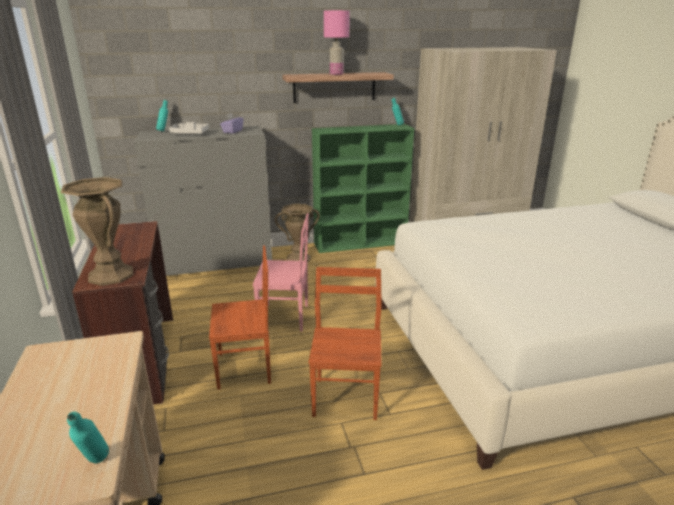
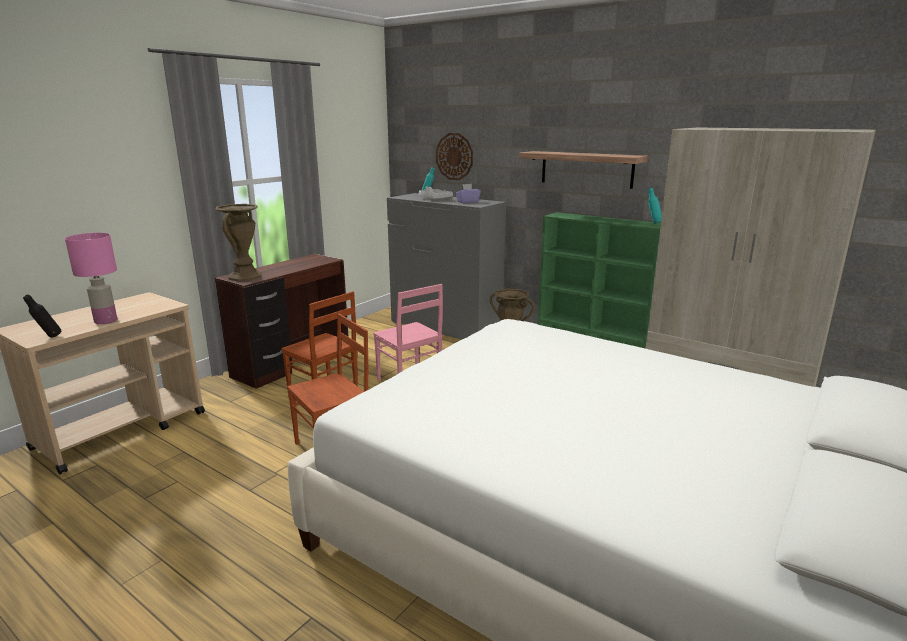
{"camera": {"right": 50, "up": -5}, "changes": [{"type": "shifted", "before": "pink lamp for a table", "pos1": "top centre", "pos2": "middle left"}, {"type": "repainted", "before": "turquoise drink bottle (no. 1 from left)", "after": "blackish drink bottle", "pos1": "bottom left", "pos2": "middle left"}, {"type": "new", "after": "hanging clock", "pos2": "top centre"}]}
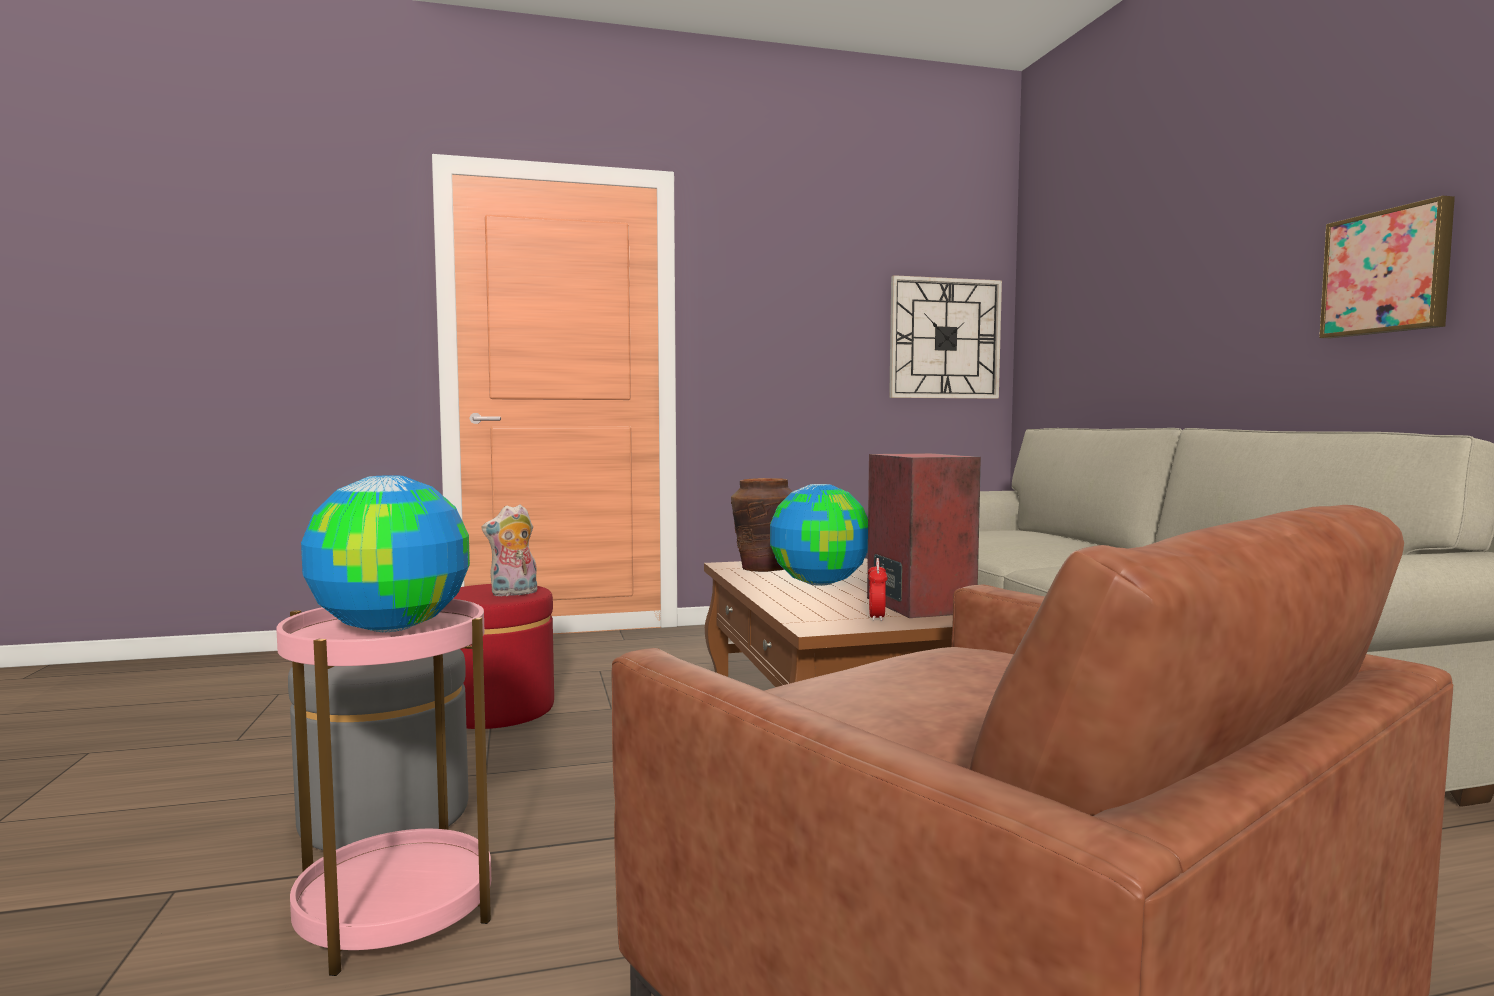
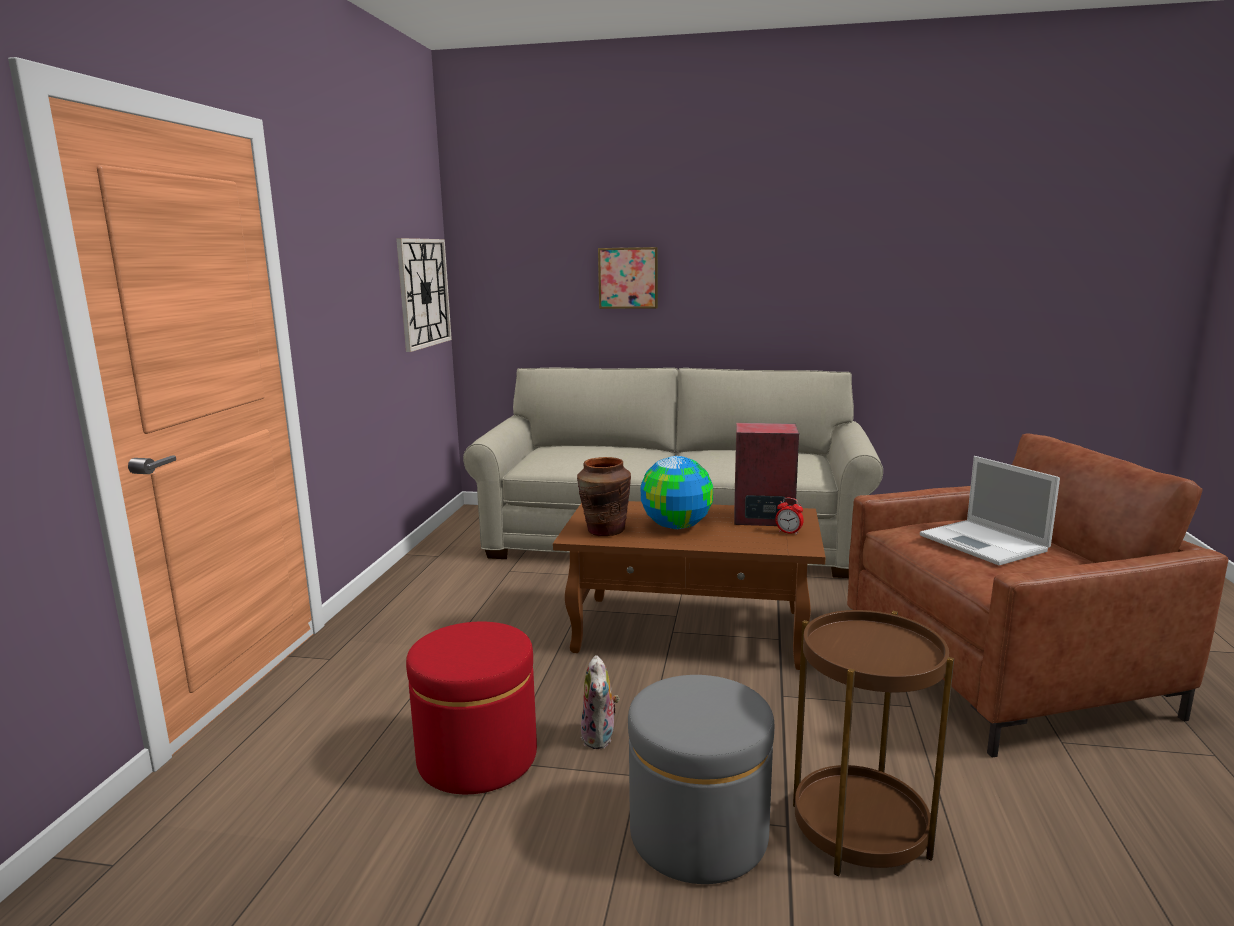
{"camera": {"right": -65, "up": 10}, "changes": [{"type": "shifted", "before": "wall picture", "pos1": "top right", "pos2": "top centre"}, {"type": "gone", "before": "desk globe (no. 1 from left)", "pos1": "middle left"}, {"type": "shifted", "before": "cuddly toy", "pos1": "centre", "pos2": "bottom centre"}, {"type": "repainted", "before": "pink accent table", "after": "brown accent table", "pos1": "bottom left", "pos2": "bottom right"}, {"type": "new", "after": "laptop", "pos2": "middle right"}]}
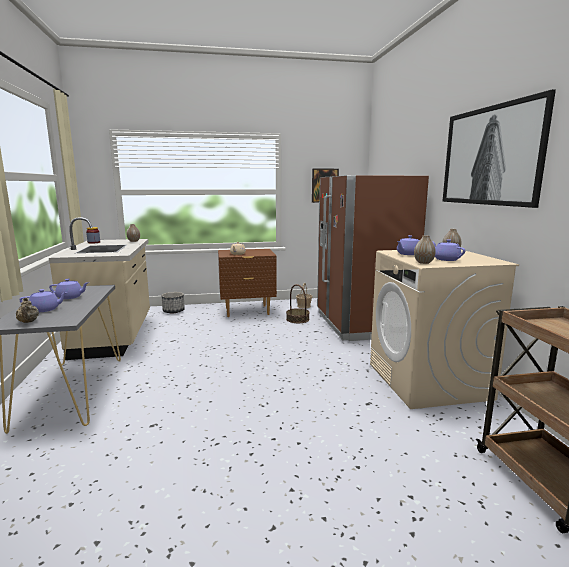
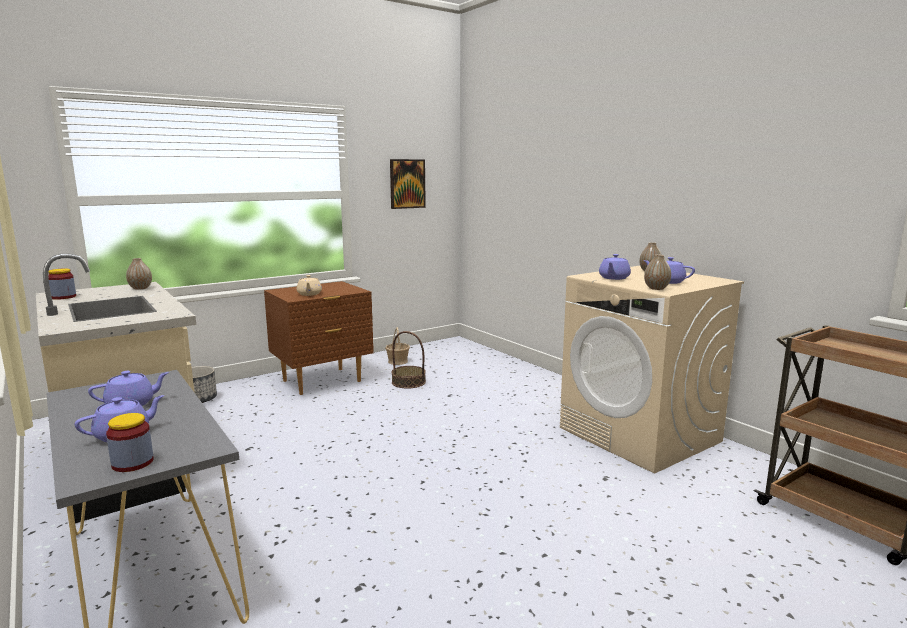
{"camera": {"right": -25, "up": 0}, "changes": [{"type": "gone", "before": "wall picture (no. 2 from left)", "pos1": "top right"}, {"type": "gone", "before": "brown refrigerator", "pos1": "centre"}, {"type": "swapped", "before": "beige pot for tea (no. 1 from left)", "after": "storage jar (no. 2 from left)", "pos1": "middle left", "pos2": "bottom left"}]}
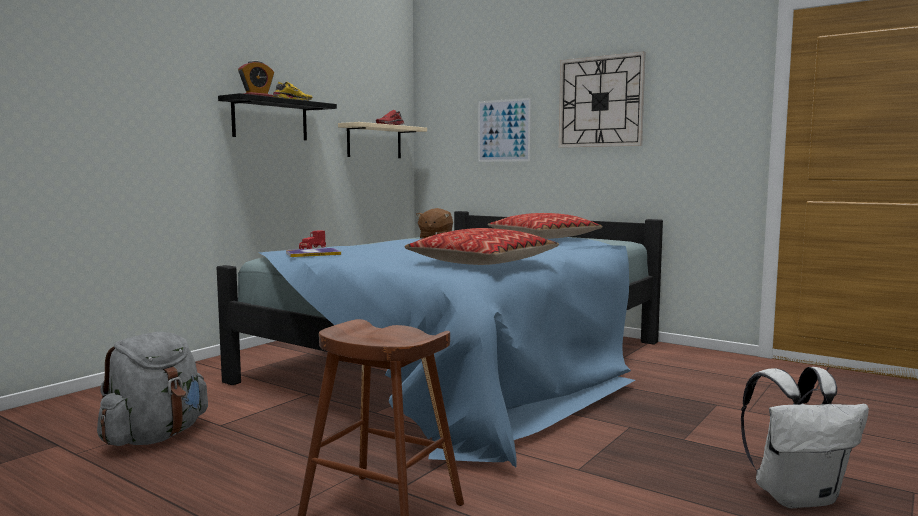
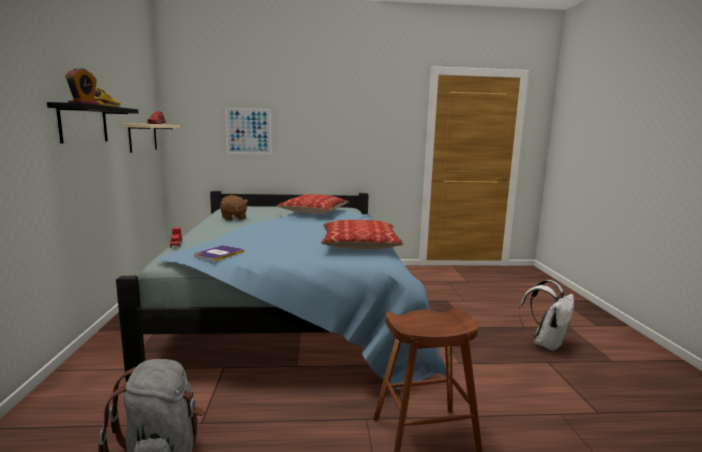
{"camera": {"right": -40, "up": 5}, "changes": [{"type": "gone", "before": "hanging clock", "pos1": "top centre"}]}
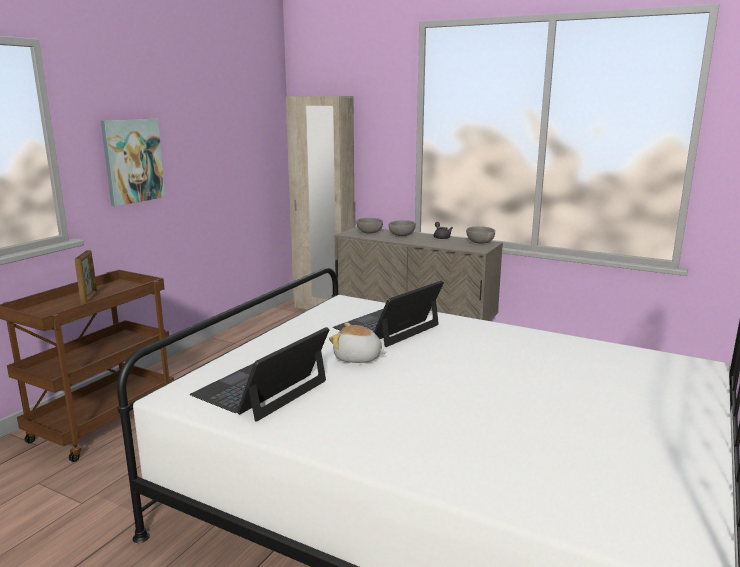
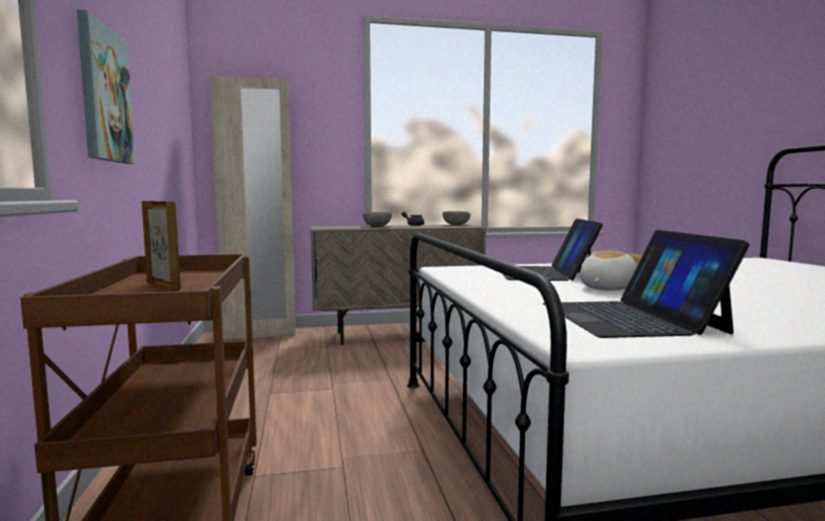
{"camera": {"right": -40, "up": -10}, "changes": [{"type": "gone", "before": "greyish bowl (no. 1 from left)", "pos1": "centre"}, {"type": "rotated", "before": "cuddly toy", "pos1": "centre", "pos2": "middle right", "turn": 150}]}
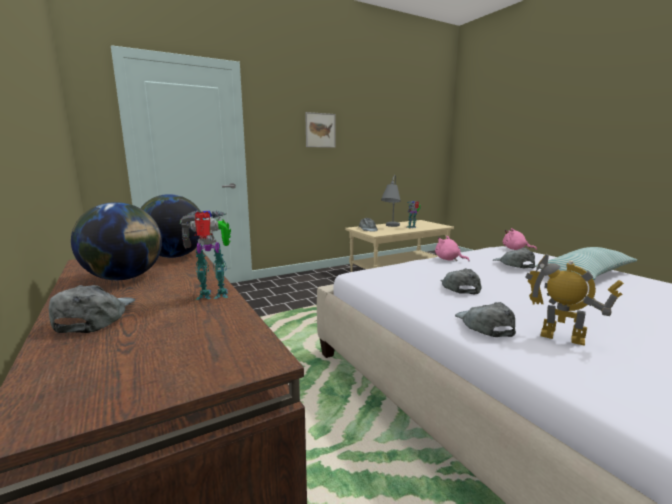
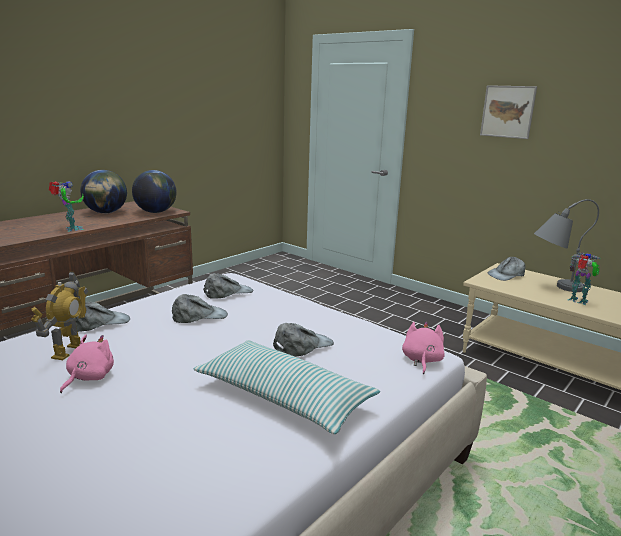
{"camera": {"right": 70, "up": 5}, "changes": [{"type": "shifted", "before": "pink cuddly toy (no. 1 from left)", "pos1": "middle right", "pos2": "bottom left"}, {"type": "shifted", "before": "greyish cap (no. 1 from left in the first image)", "after": "greyish cap (no. 3 from left)", "pos1": "middle left", "pos2": "centre"}]}
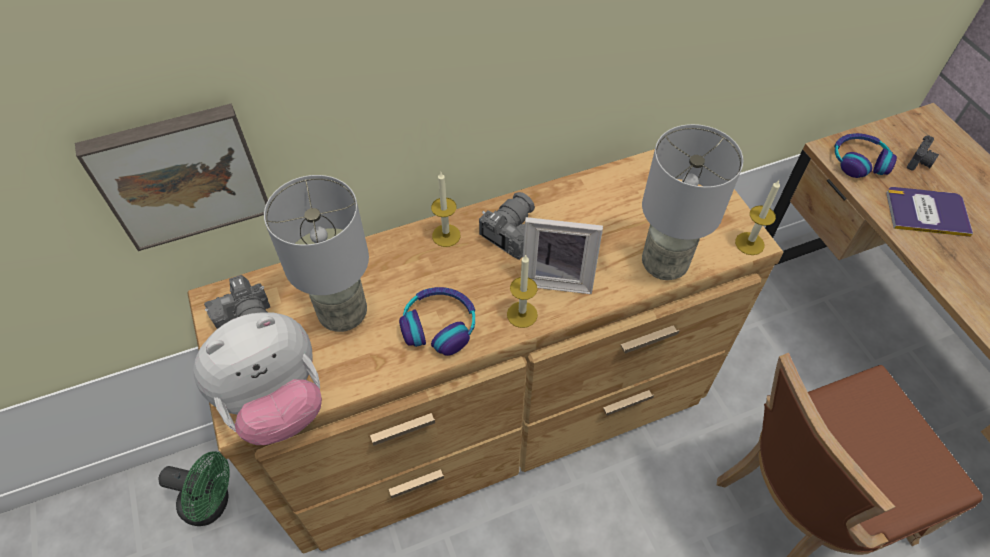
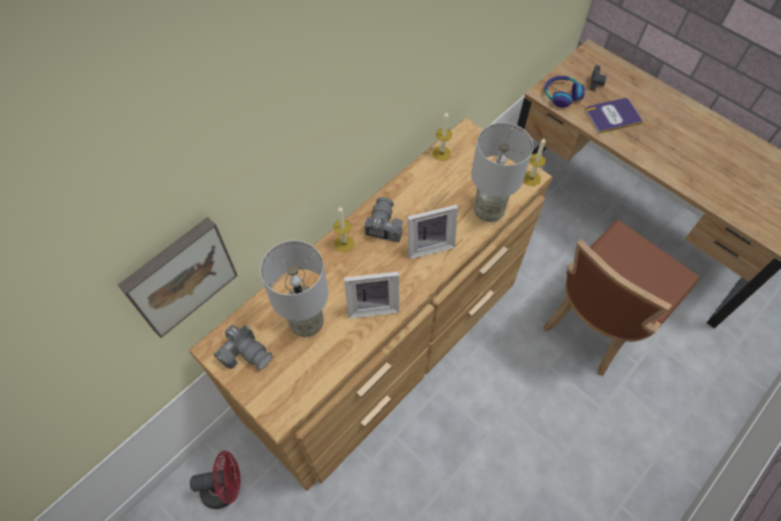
{"camera": {"right": -25, "up": 5}, "changes": [{"type": "shifted", "before": "candle (no. 2 from left)", "pos1": "centre", "pos2": "top centre"}, {"type": "swapped", "before": "headphones (no. 1 from left)", "after": "photo frame (no. 1 from left)", "pos1": "centre", "pos2": "centre"}, {"type": "gone", "before": "cuddly toy", "pos1": "bottom left"}, {"type": "repainted", "before": "green-coloured electric fan", "after": "red electric fan", "pos1": "bottom left", "pos2": "bottom left"}]}
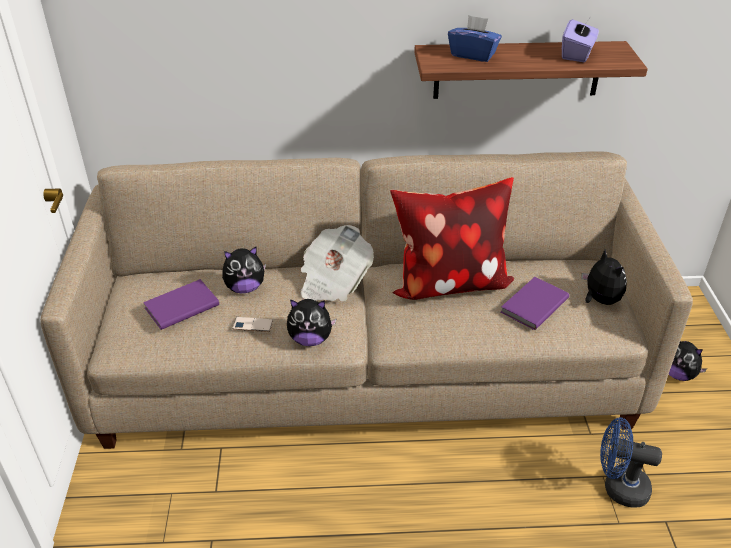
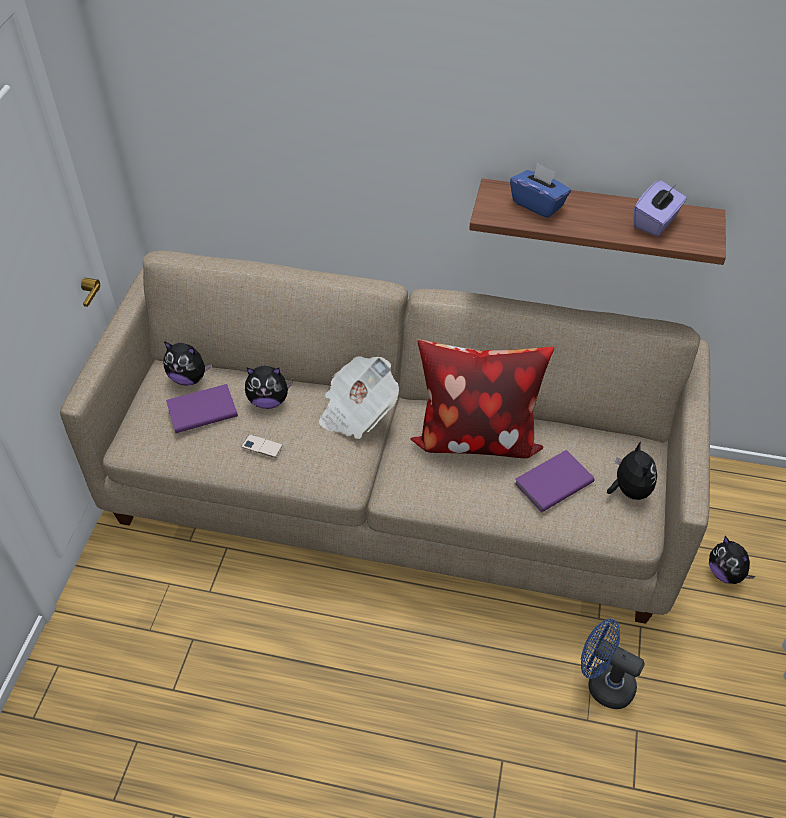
{"camera": {"right": 15, "up": 10}, "changes": [{"type": "shifted", "before": "cuddly toy (no. 2 from left in the first image)", "after": "cuddly toy (no. 1 from left)", "pos1": "centre", "pos2": "middle left"}]}
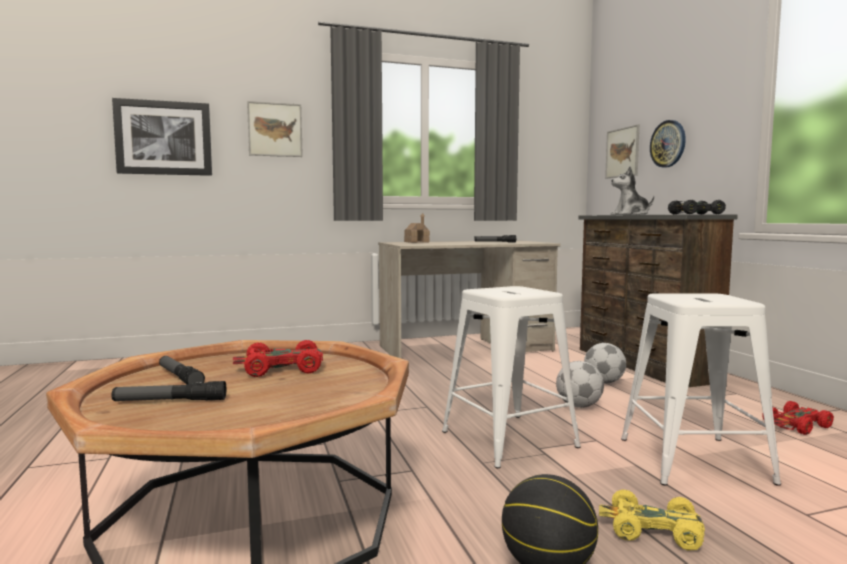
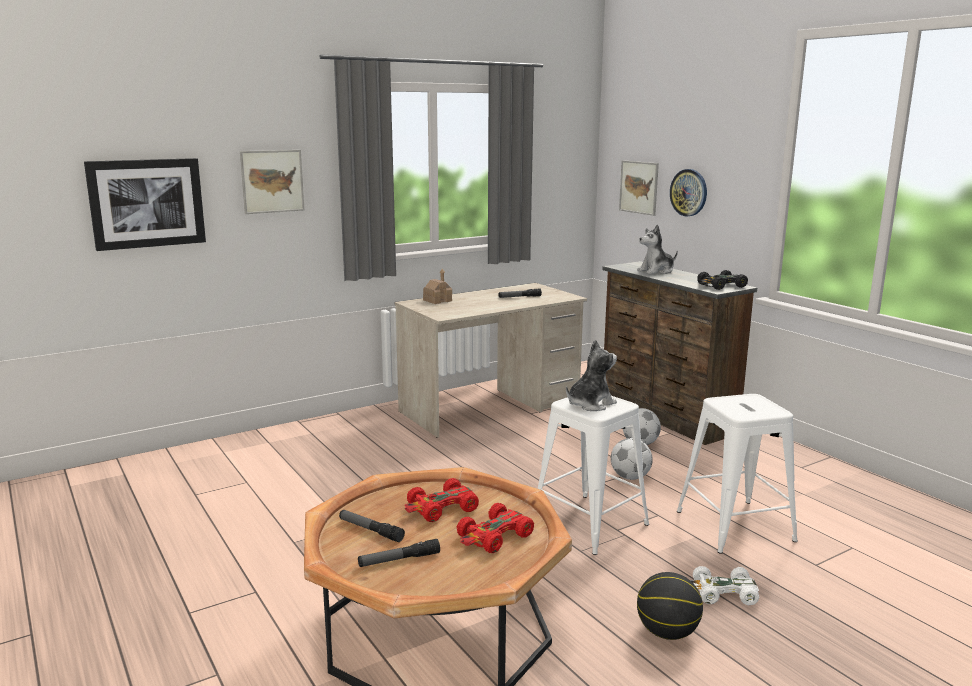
{"camera": {"right": -15, "up": 10}, "changes": [{"type": "shifted", "before": "red miniature car (no. 2 from left)", "pos1": "bottom right", "pos2": "bottom centre"}, {"type": "repainted", "before": "yellow-coloured miniature car", "after": "whitish miniature car", "pos1": "bottom right", "pos2": "bottom right"}, {"type": "new", "after": "cuddly toy (no. 1 from left)", "pos2": "centre"}]}
